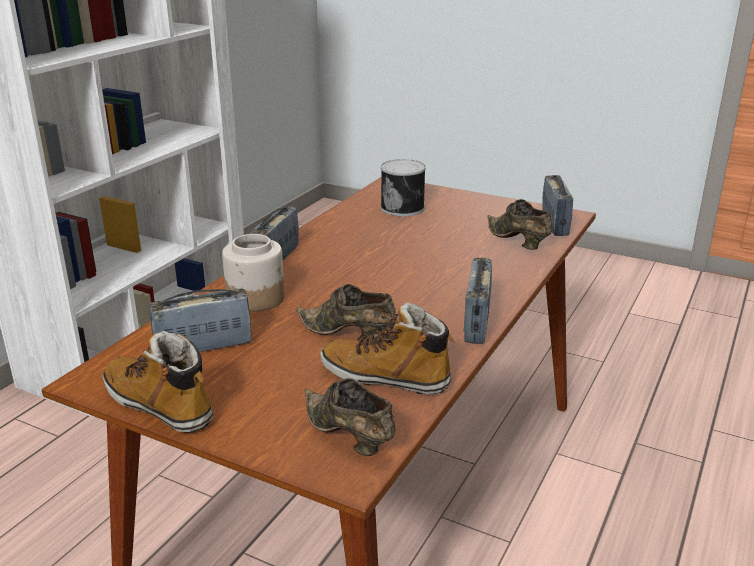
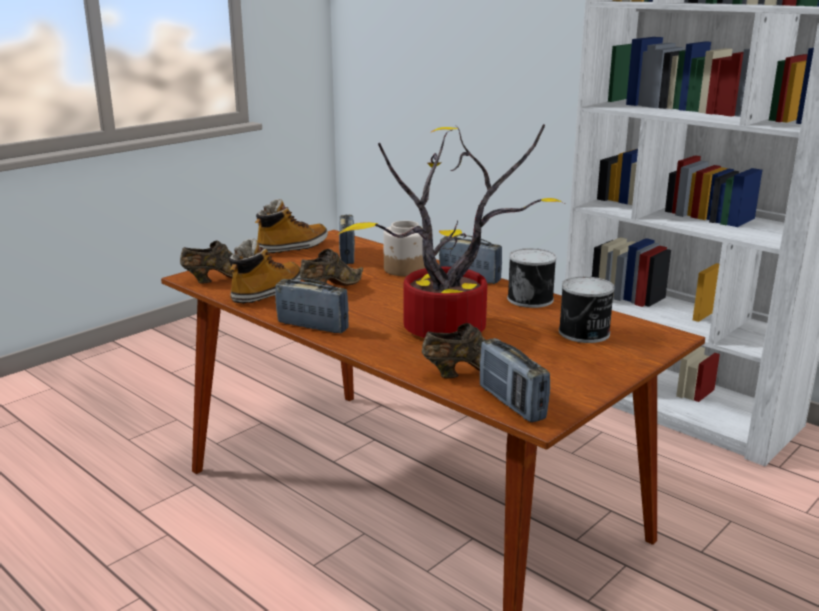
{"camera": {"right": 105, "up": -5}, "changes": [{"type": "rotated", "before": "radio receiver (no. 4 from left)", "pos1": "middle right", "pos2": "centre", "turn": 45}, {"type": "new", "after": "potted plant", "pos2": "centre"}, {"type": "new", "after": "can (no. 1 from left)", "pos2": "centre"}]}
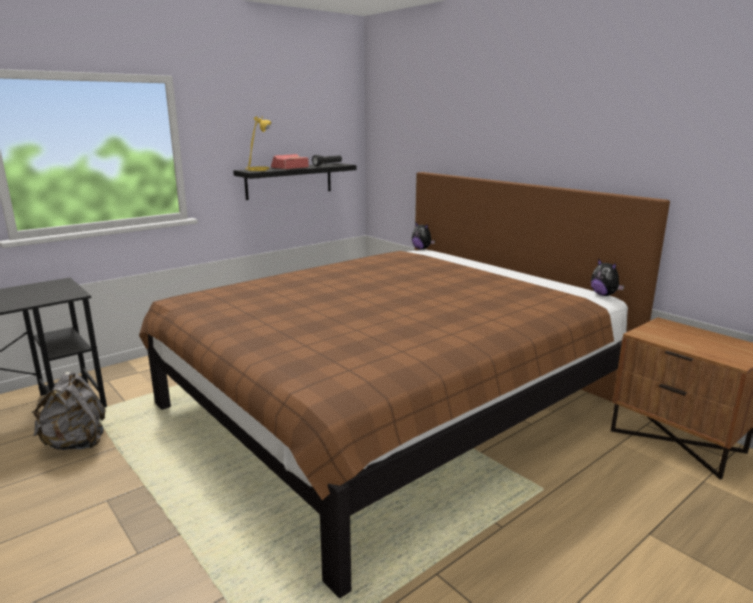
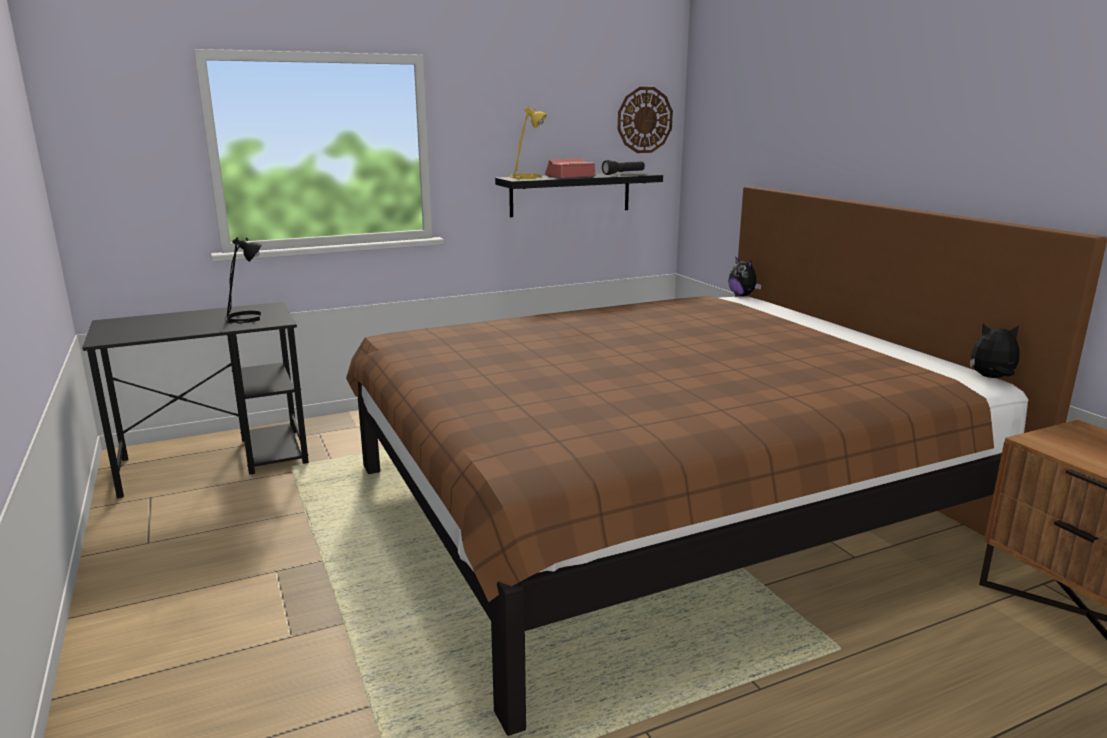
{"camera": {"right": 15, "up": 0}, "changes": [{"type": "rotated", "before": "cuddly toy (no. 2 from left)", "pos1": "middle right", "pos2": "middle right", "turn": 120}, {"type": "gone", "before": "greyish backpack", "pos1": "bottom left"}, {"type": "new", "after": "hanging clock", "pos2": "top centre"}, {"type": "new", "after": "blackish lamp for a table", "pos2": "middle left"}]}
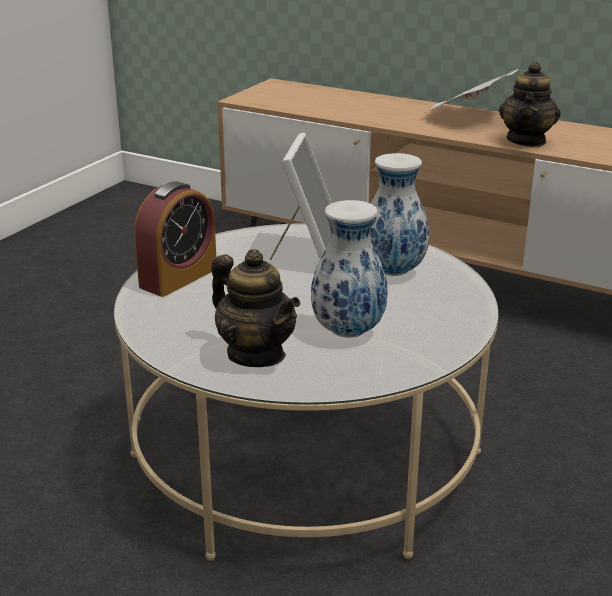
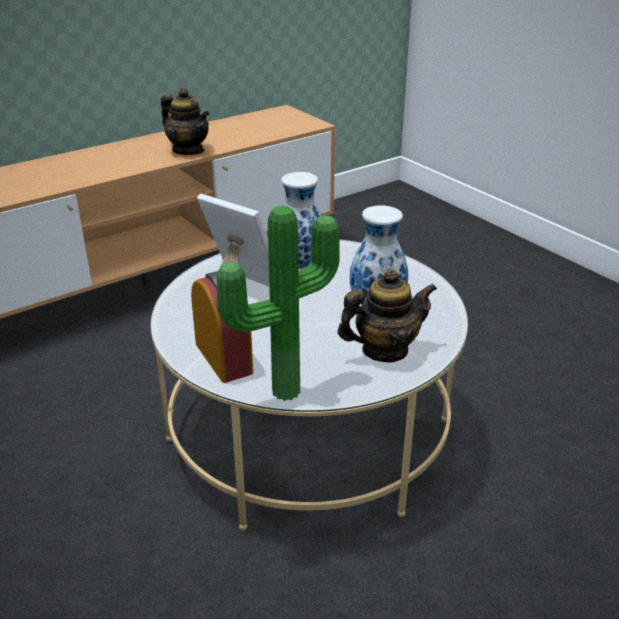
{"camera": {"right": -65, "up": 5}, "changes": [{"type": "gone", "before": "newspaper", "pos1": "top right"}, {"type": "new", "after": "potted plant", "pos2": "centre"}]}
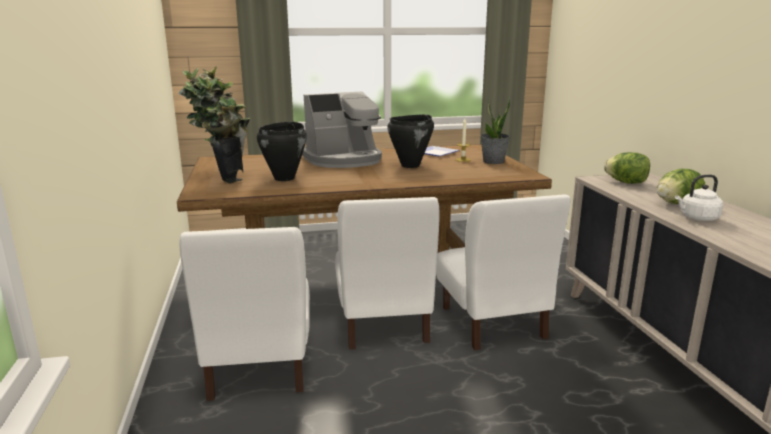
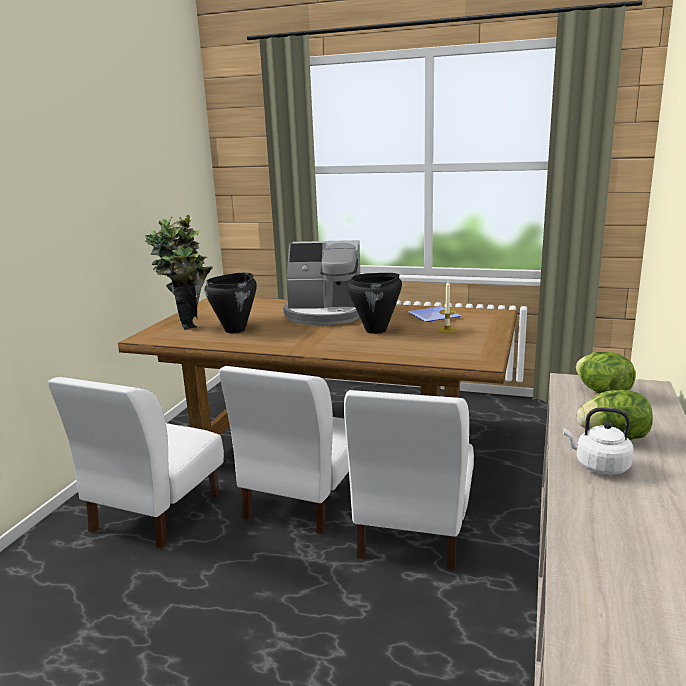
{"camera": {"right": 30, "up": 0}, "changes": [{"type": "gone", "before": "potted plant (no. 2 from left)", "pos1": "top centre"}]}
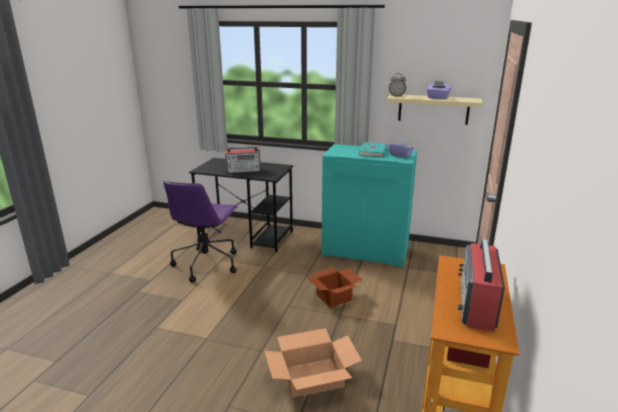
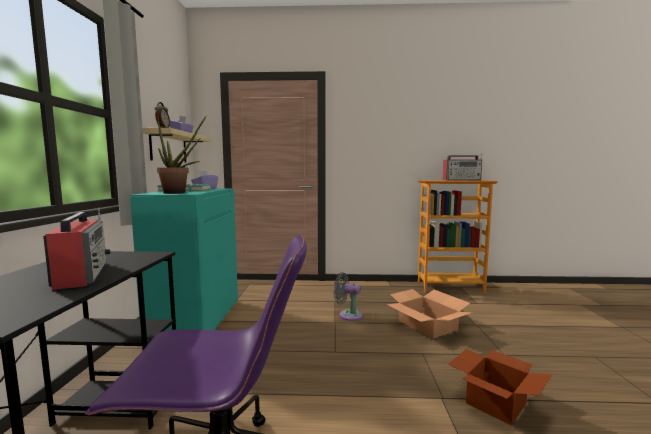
{"camera": {"right": -105, "up": -15}, "changes": [{"type": "shifted", "before": "cardboard box (no. 2 from left)", "pos1": "bottom centre", "pos2": "bottom right"}, {"type": "new", "after": "potted plant", "pos2": "middle left"}, {"type": "new", "after": "greyish electric fan", "pos2": "bottom centre"}]}
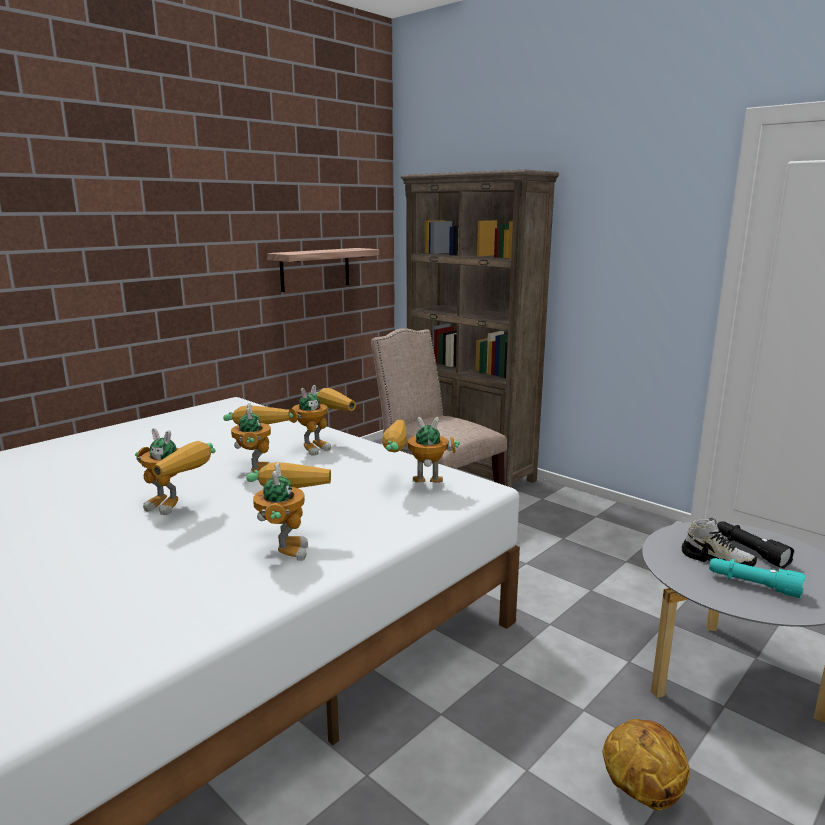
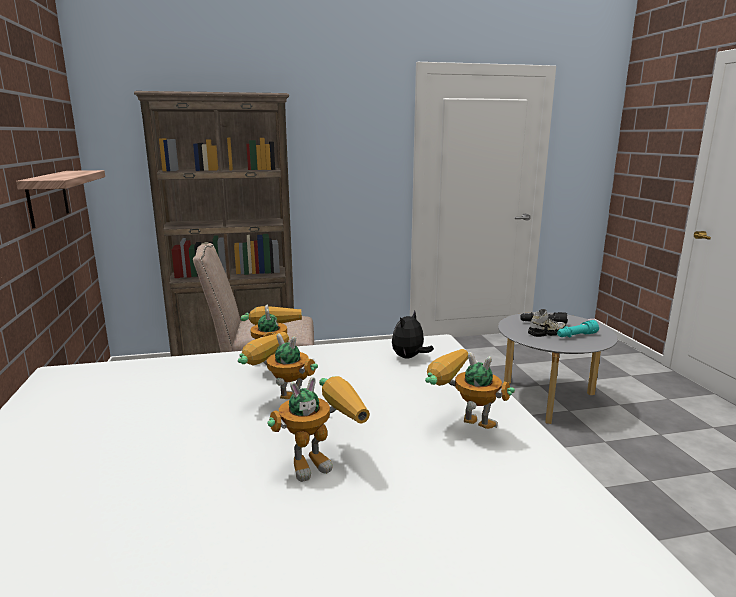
{"camera": {"right": -55, "up": 0}, "changes": [{"type": "swapped", "before": "toy robot (no. 5 from left)", "after": "cuddly toy", "pos1": "centre", "pos2": "centre"}, {"type": "gone", "before": "ball for basketball", "pos1": "bottom right"}]}
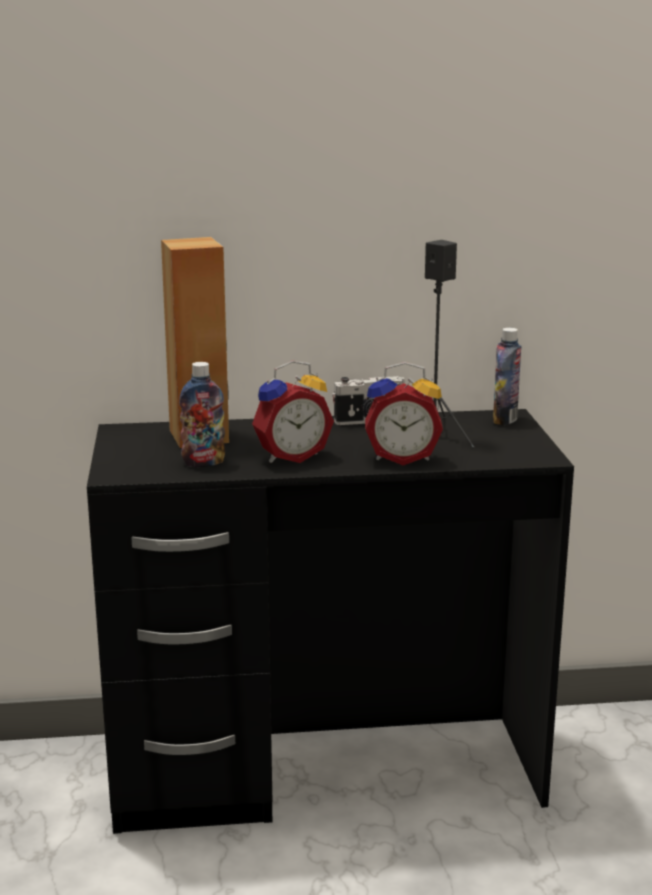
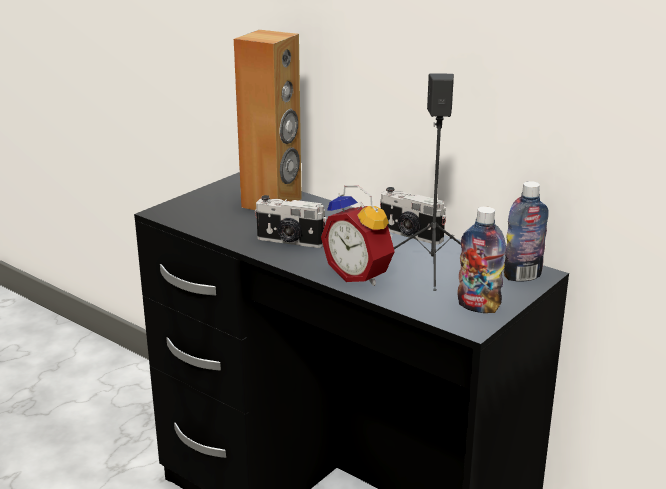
{"camera": {"right": 45, "up": 5}, "changes": [{"type": "swapped", "before": "bedside clock (no. 1 from left)", "after": "still camera (no. 1 from left)", "pos1": "centre", "pos2": "centre"}, {"type": "shifted", "before": "drink bottle (no. 1 from left)", "pos1": "middle left", "pos2": "middle right"}]}
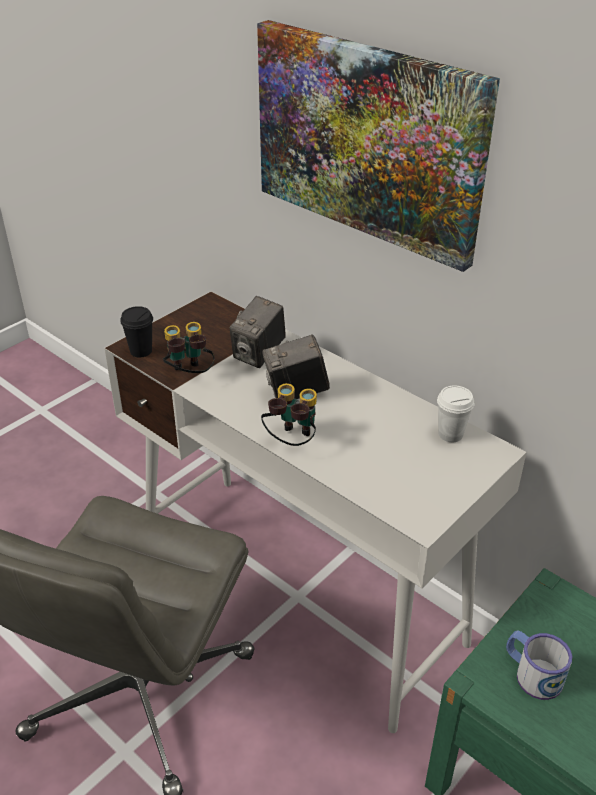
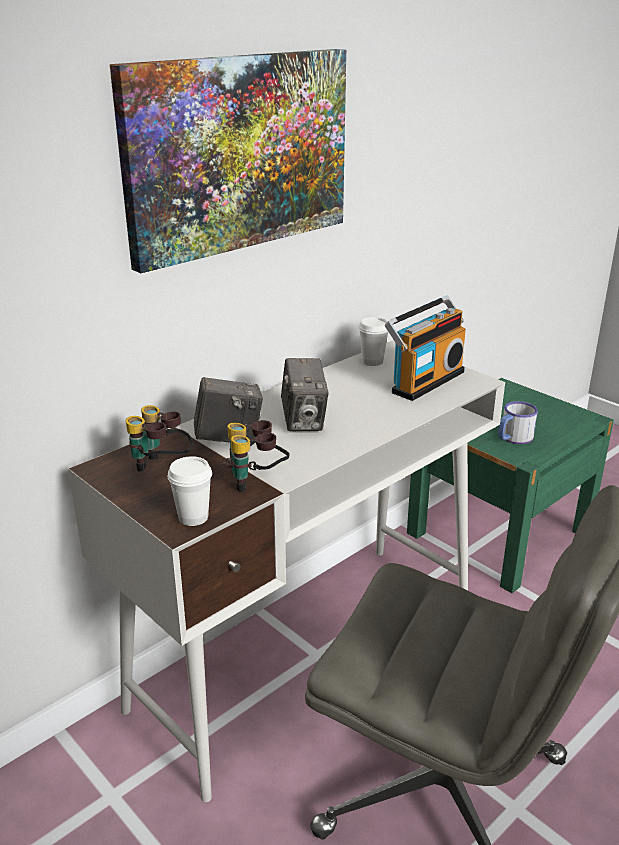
{"camera": {"right": -85, "up": -10}, "changes": [{"type": "rotated", "before": "still camera (no. 1 from left)", "pos1": "centre", "pos2": "centre", "turn": -45}, {"type": "repainted", "before": "blackish drinking cup", "after": "whitish drinking cup (no. 1 from left)", "pos1": "middle left", "pos2": "middle left"}, {"type": "shifted", "before": "binoculars (no. 2 from left in the first image)", "after": "binoculars (no. 1 from left)", "pos1": "centre", "pos2": "middle left"}, {"type": "new", "after": "radio receiver", "pos2": "middle right"}]}
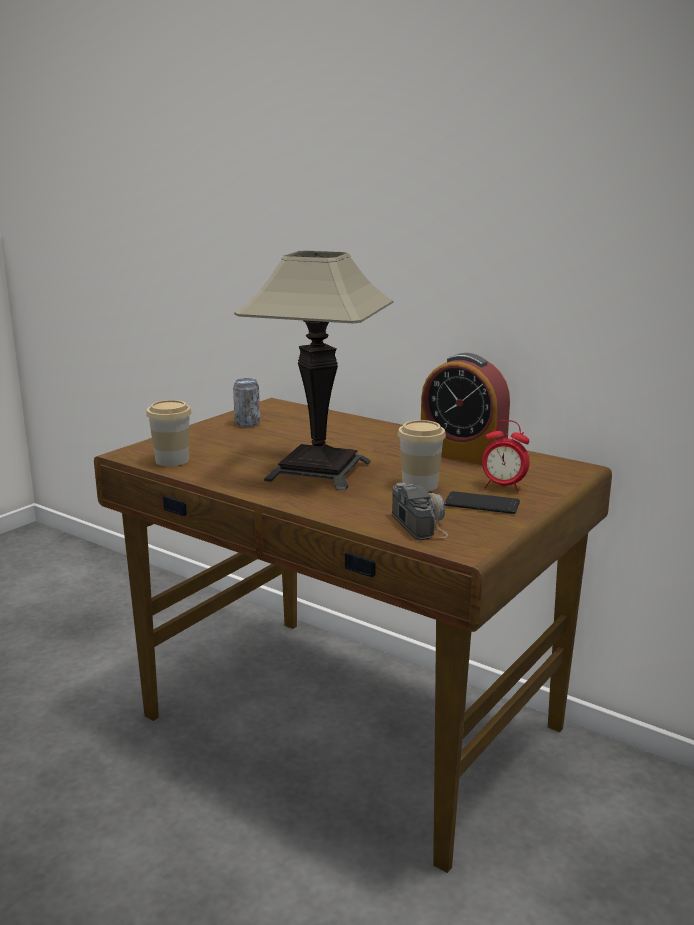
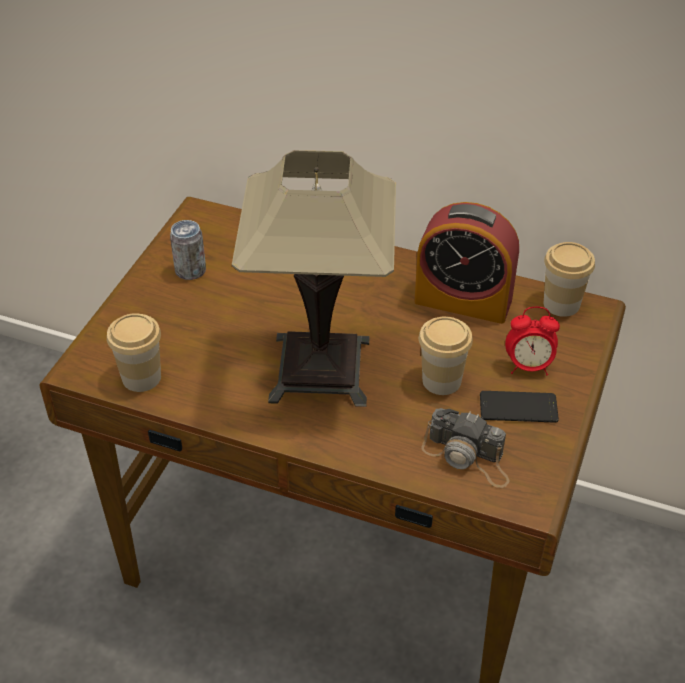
{"camera": {"right": -15, "up": 25}, "changes": [{"type": "rotated", "before": "still camera", "pos1": "centre", "pos2": "middle right", "turn": 150}, {"type": "new", "after": "drinking cup (no. 3 from left)", "pos2": "middle right"}]}
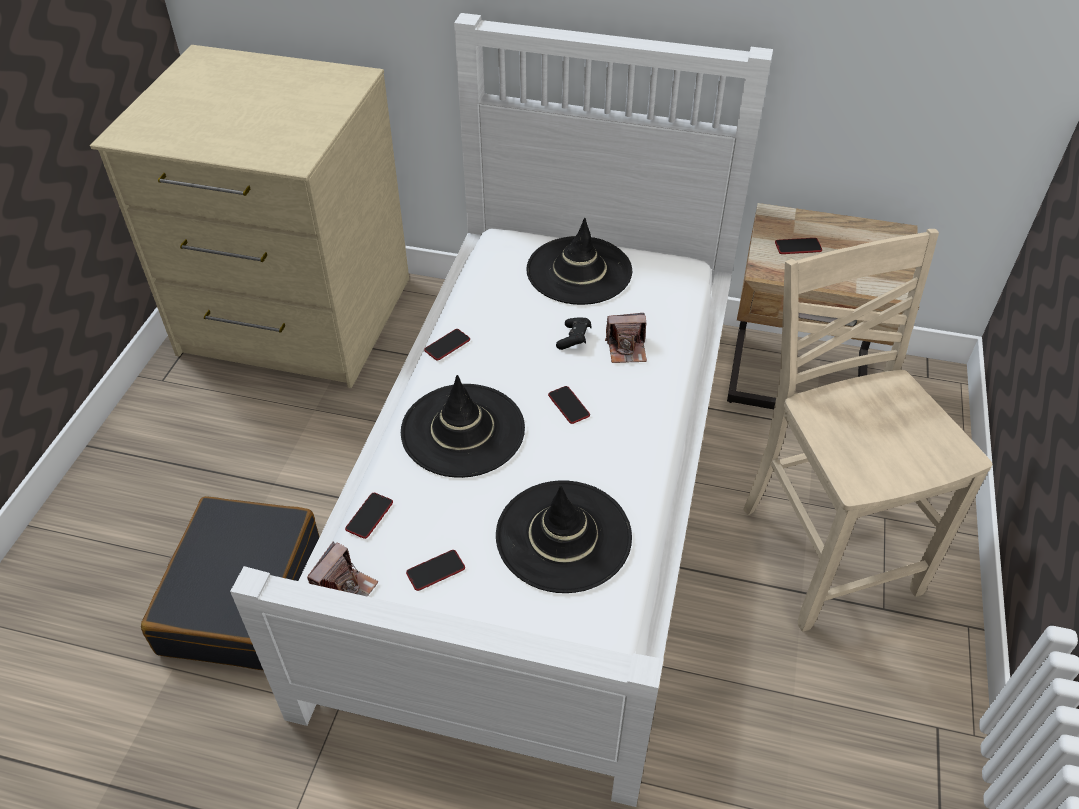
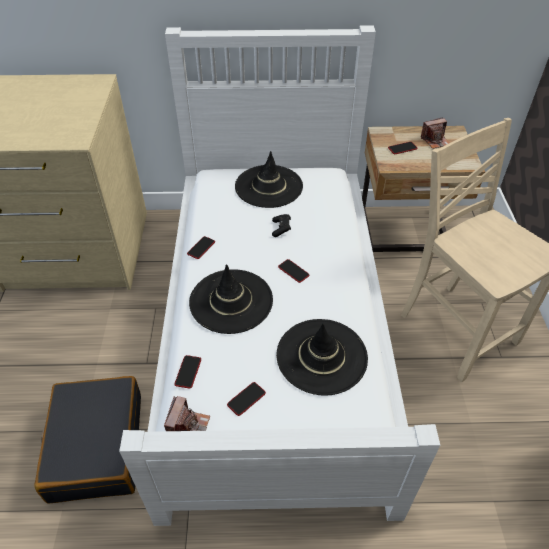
{"camera": {"right": -15, "up": 0}, "changes": [{"type": "shifted", "before": "still camera (no. 2 from left)", "pos1": "centre", "pos2": "top right"}]}
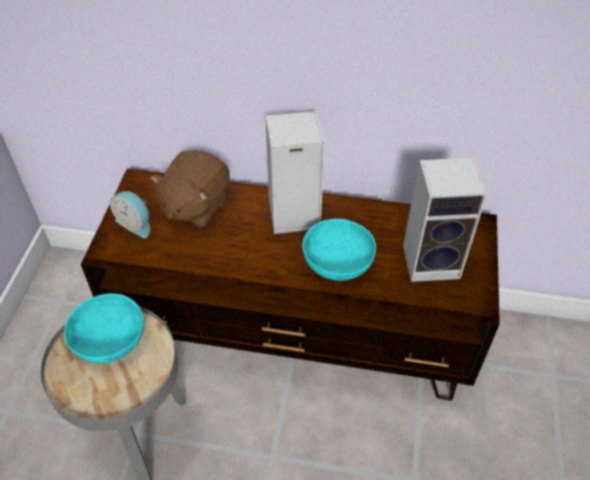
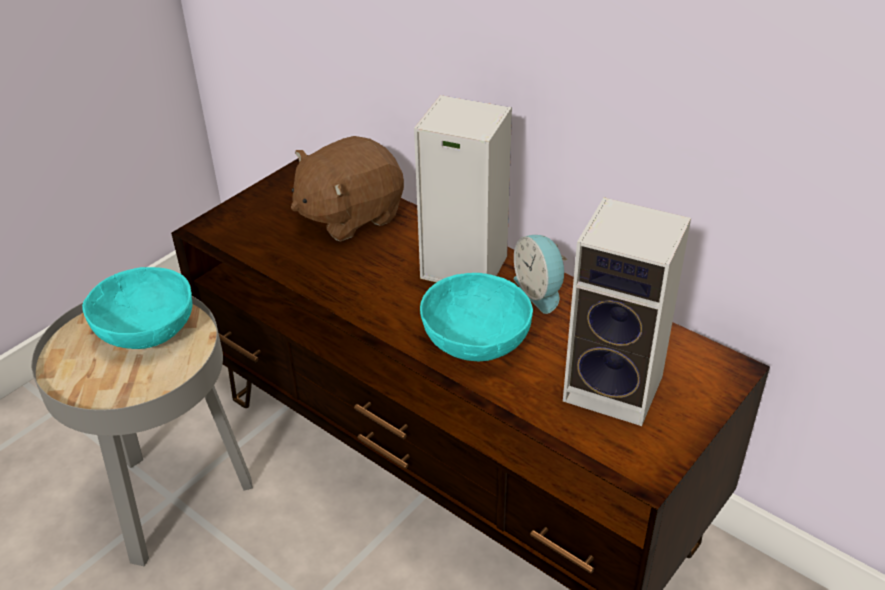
{"camera": {"right": 30, "up": -10}, "changes": [{"type": "shifted", "before": "bedside clock", "pos1": "middle left", "pos2": "centre"}]}
